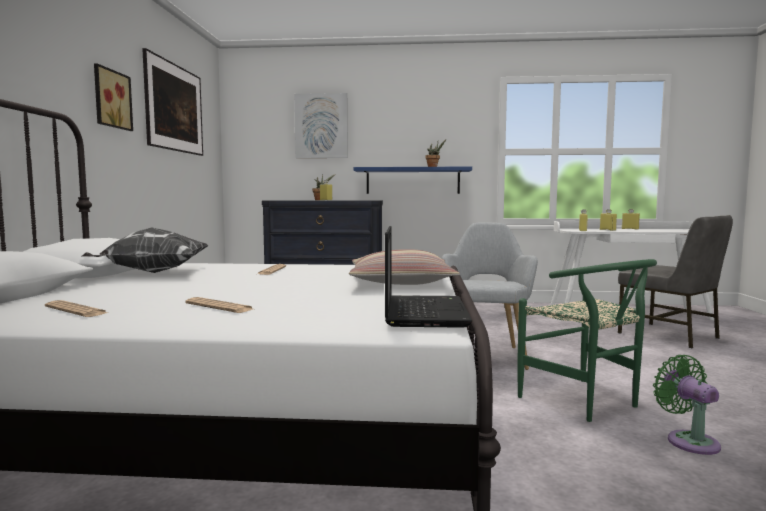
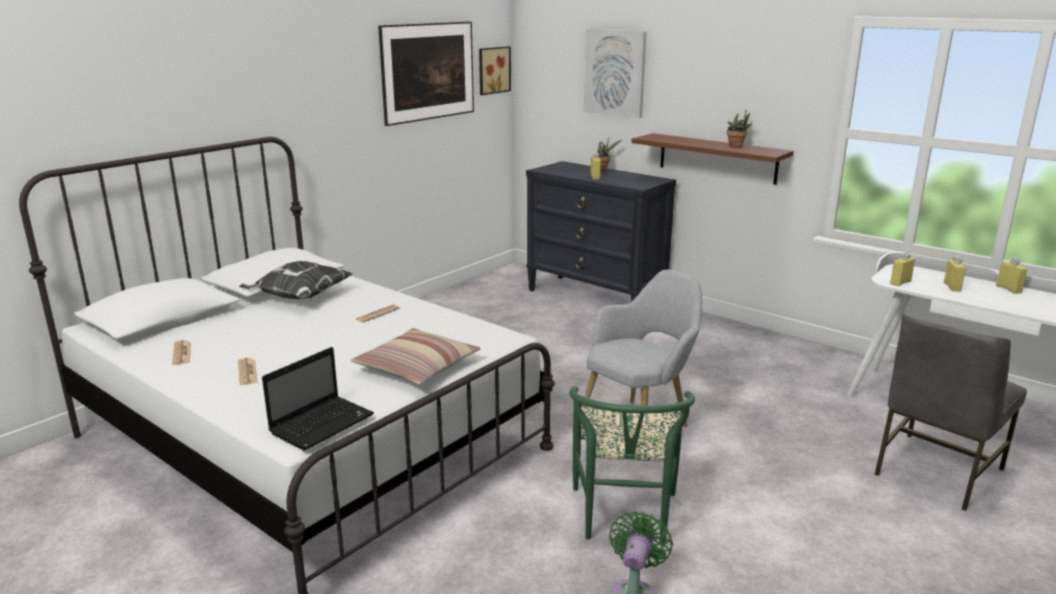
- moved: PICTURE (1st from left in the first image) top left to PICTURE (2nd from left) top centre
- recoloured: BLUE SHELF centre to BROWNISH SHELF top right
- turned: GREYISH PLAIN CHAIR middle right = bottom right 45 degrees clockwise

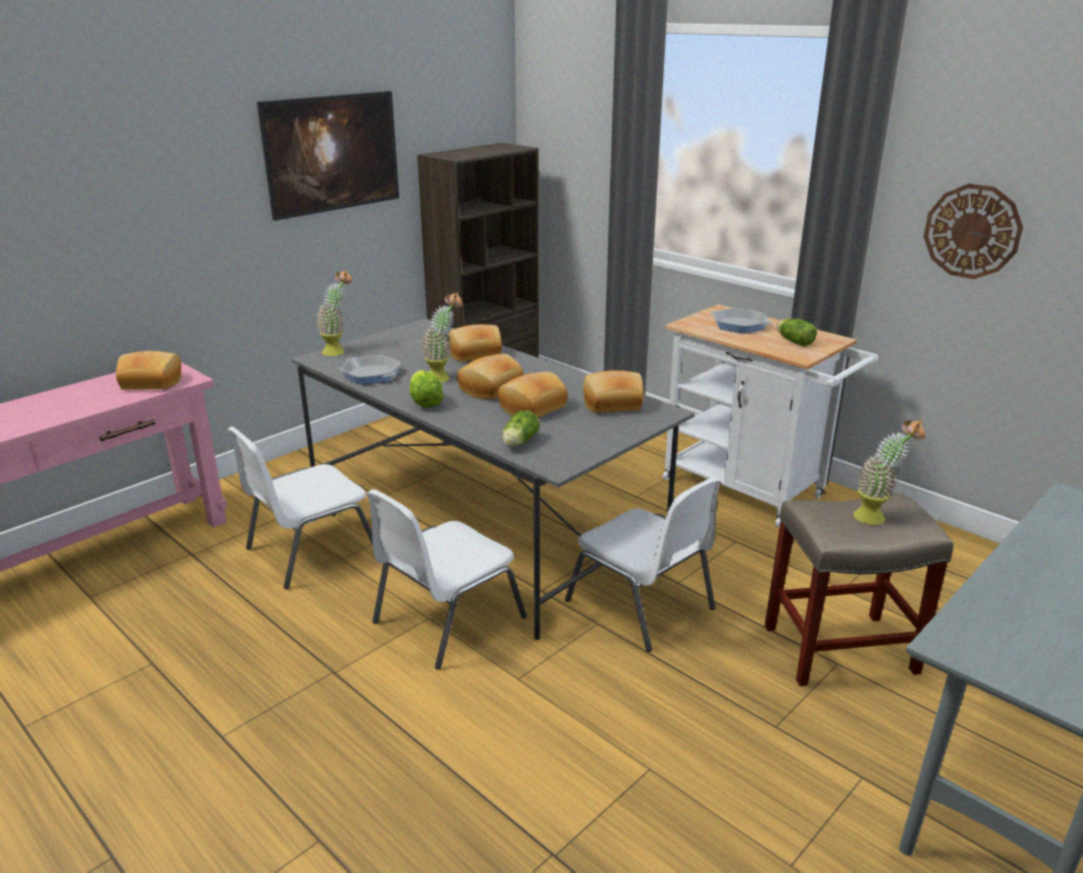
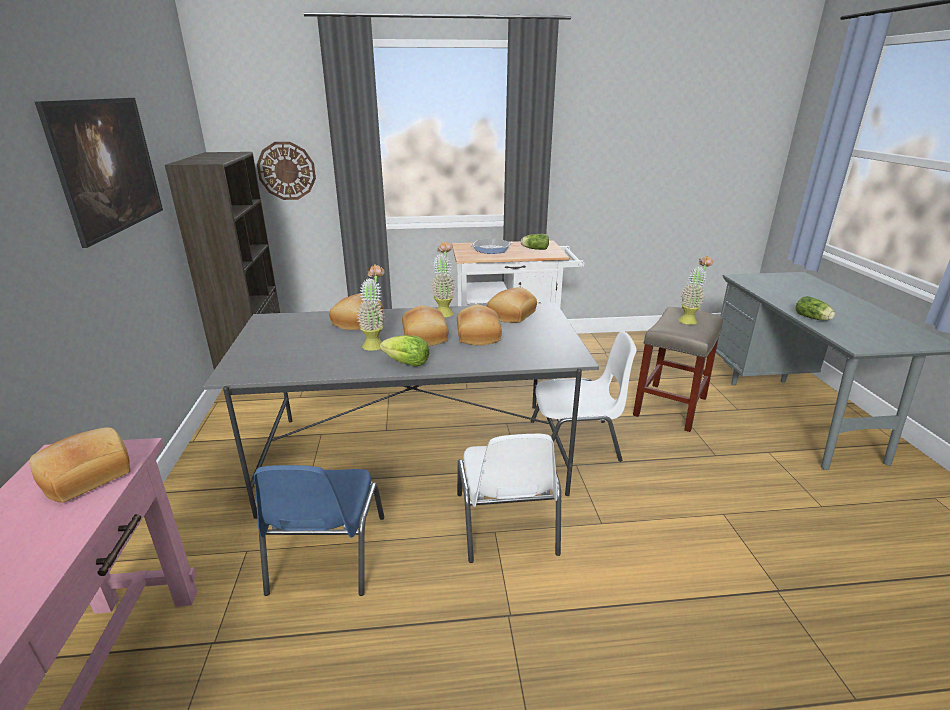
- moved: WALL CLOCK top right to top left
- moved: POTTED PLANT (1st from left in the first image) middle left to POTTED PLANT (2nd from left) centre
- removed: FRYING PAN (1st from left) centre
- moved: LETTUCE (2nd from left in the first image) centre to LETTUCE (3rd from left) middle right
- recoloured: WHITISH PLAIN CHAIR (1st from left) middle left to BLUE PLAIN CHAIR bottom centre

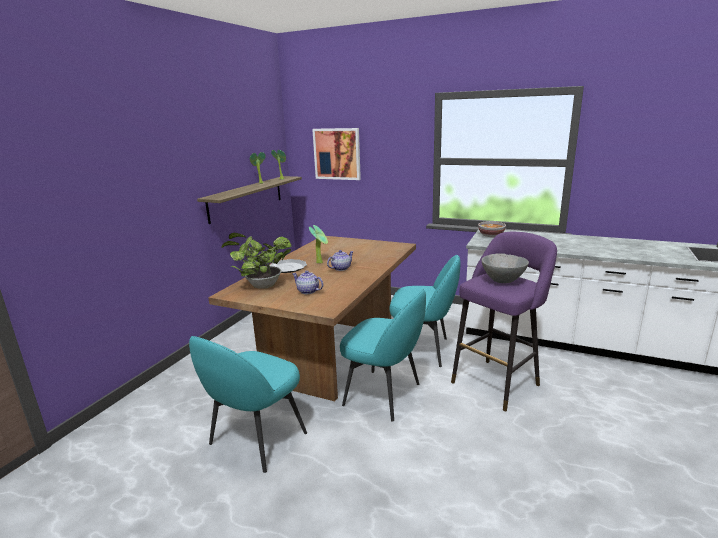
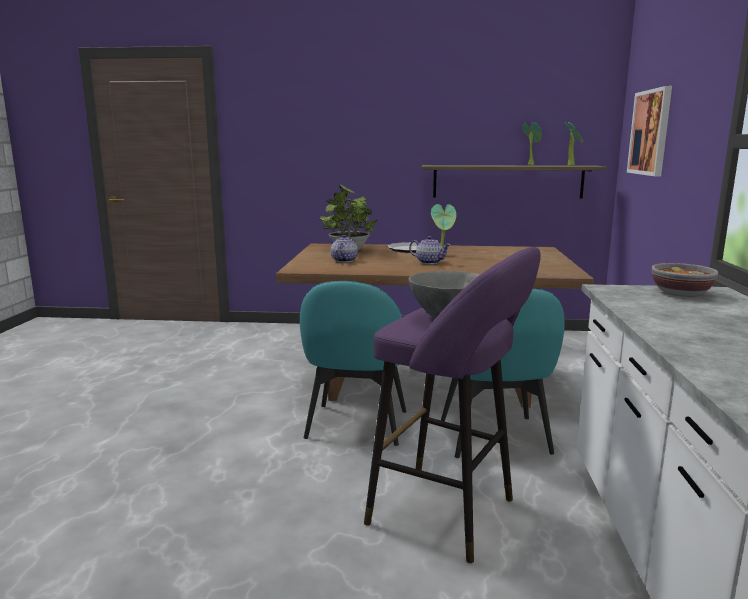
- removed: BLUE-GREEN PLAIN CHAIR (1st from left) bottom centre

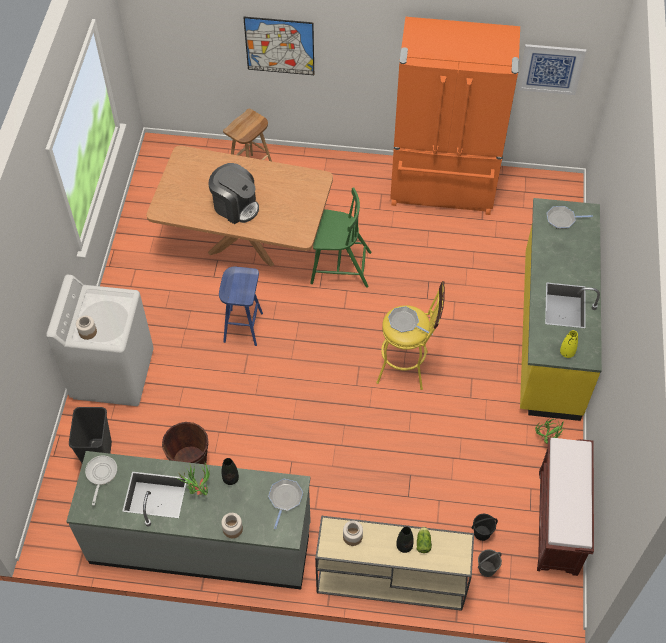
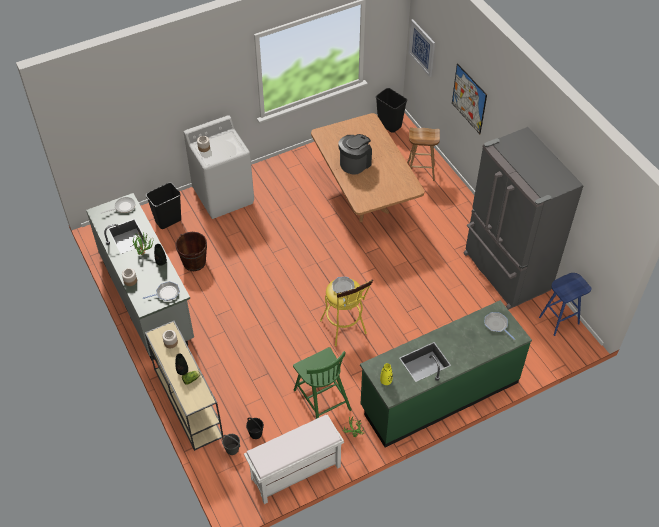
- recoloured: ORANGEY KITCHEN FRIDGE top right to GREYISH KITCHEN FRIDGE middle right
- moved: PICTURE (2nd from left in the first image) top right to PICTURE (1st from left) top centre
- turned: COFFEE BREWER top centre = top centre 135 degrees counterclockwise
- moved: GREEN PLAIN CHAIR centre to bottom centre
- recoloured: YELLOWISH KITCHEN BASE UNIT middle right to GREEN KITCHEN BASE UNIT bottom right
- moved: BLUE STOOL centre to middle right
- recoloured: BROWNISH BENCH bottom right to WHITISH BENCH bottom centre
- added: BLACK WASTE BIN (2nd from left) top centre

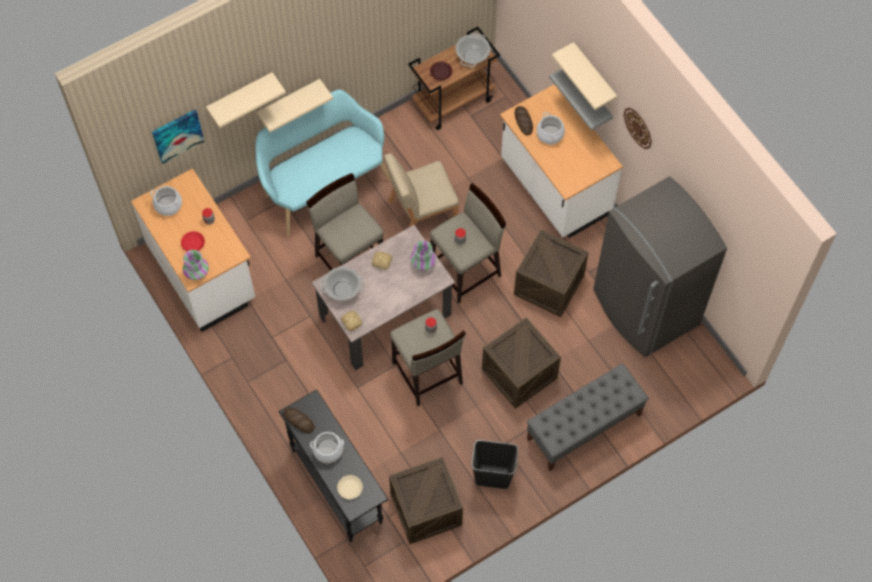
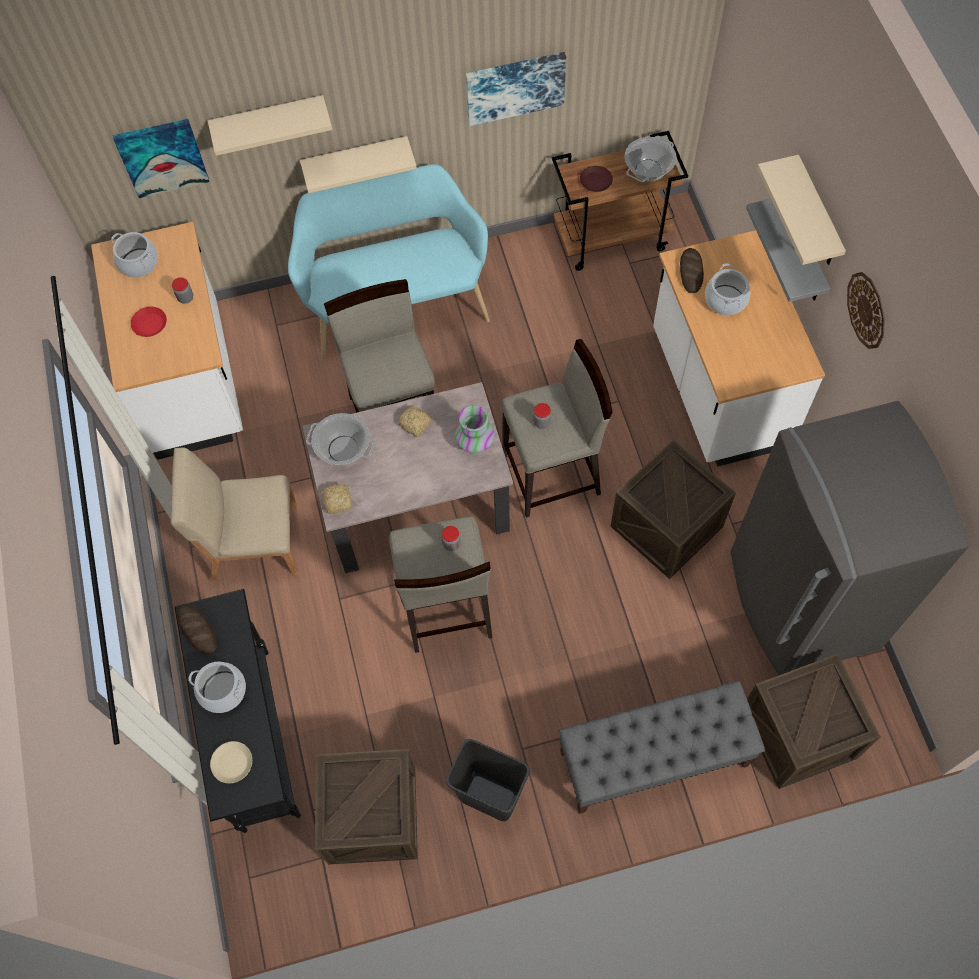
- moved: SAND-COLOURED PLAIN CHAIR top centre to middle left
- removed: FLOWER VASE (1st from left) middle left
- moved: PACKING CRATE (2nd from left in the first image) centre to PACKING CRATE (3rd from left) bottom right
- added: PICTURE (2nd from left) top centre

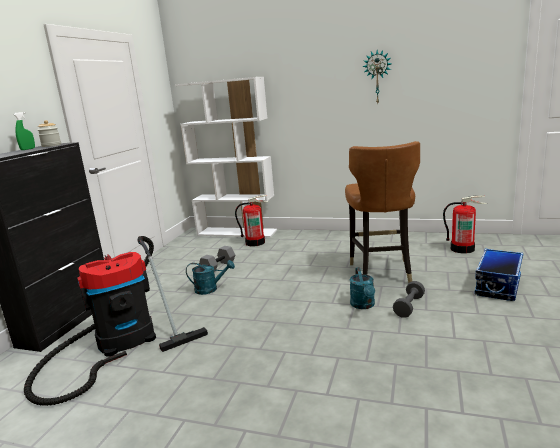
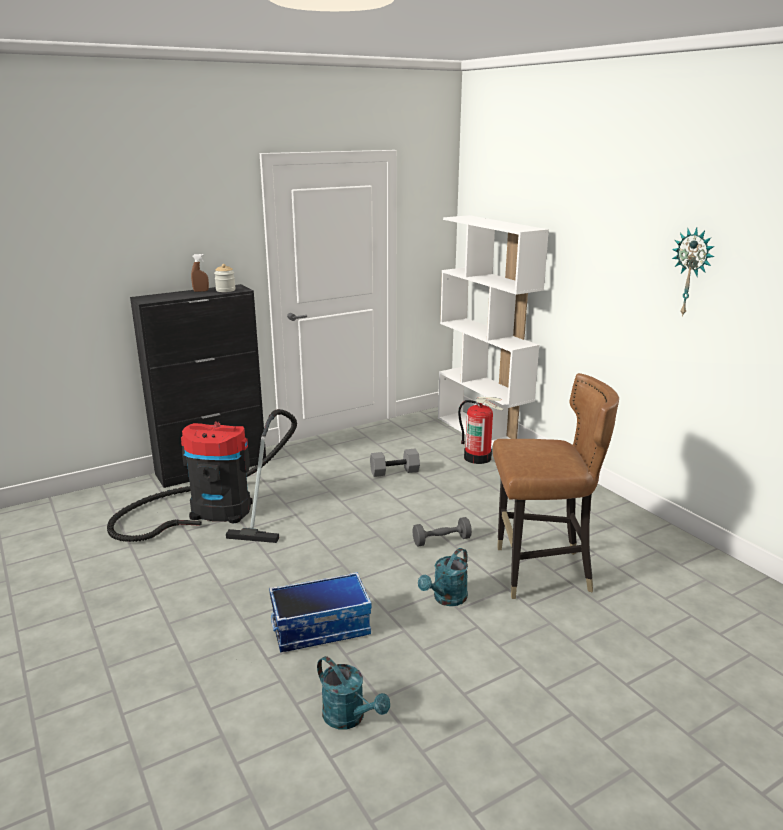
- recoloured: GREEN HAND SPRAYER top left to BROWNISH HAND SPRAYER top left
- turned: BROWNISH PLAIN CHAIR middle right = middle right 135 degrees counterclockwise
- removed: FIRE EXTINGUISHER (2nd from left) middle right
- moved: STORAGE BIN middle right to bottom centre
- moved: BLUE-GREEN SPRINKLING CAN (1st from left) centre to bottom centre
- moved: GREYISH FREE WEIGHT (2nd from left) bottom right to centre

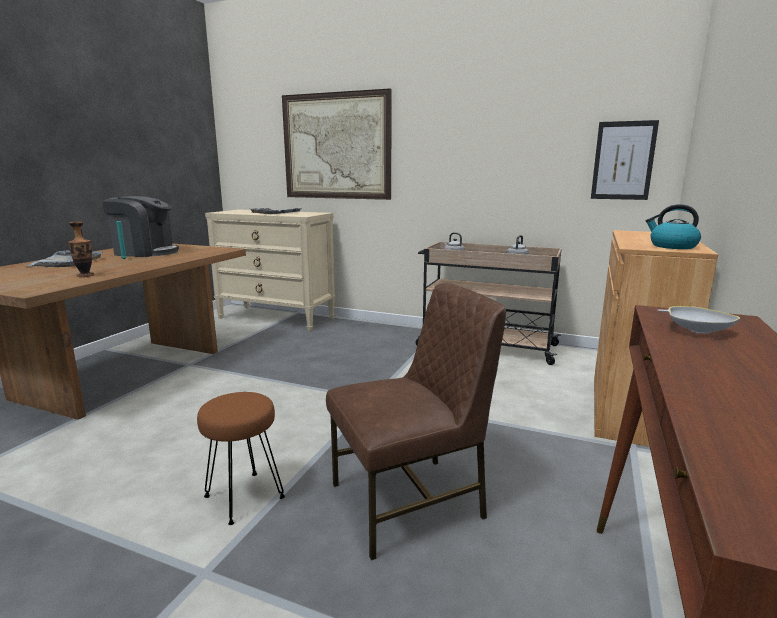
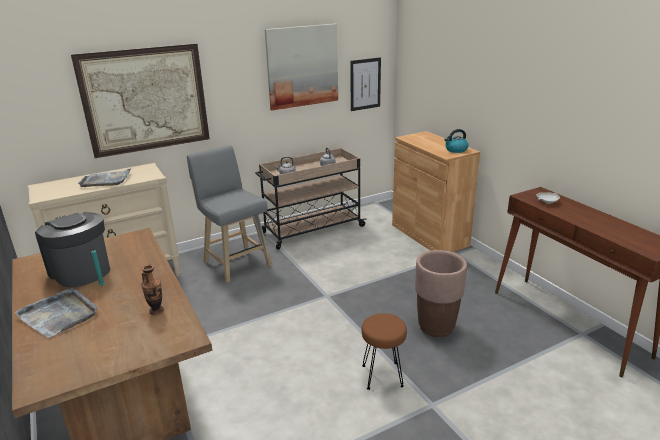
- turned: COFFEE BREWER middle left = middle left 90 degrees counterclockwise
- replaced: BROWNISH PLAIN CHAIR bottom centre to BROWNISH PLANTER middle right
- added: PICTURE (2nd from left) top centre
- added: GREYISH STOOL centre

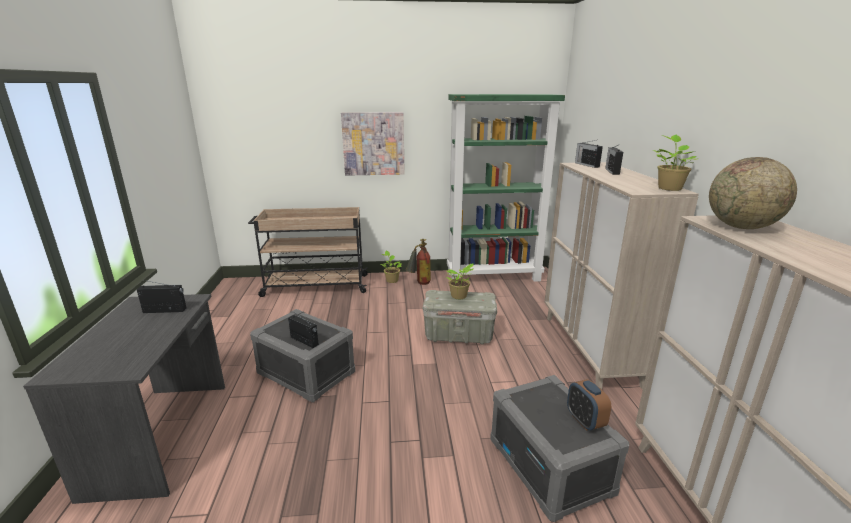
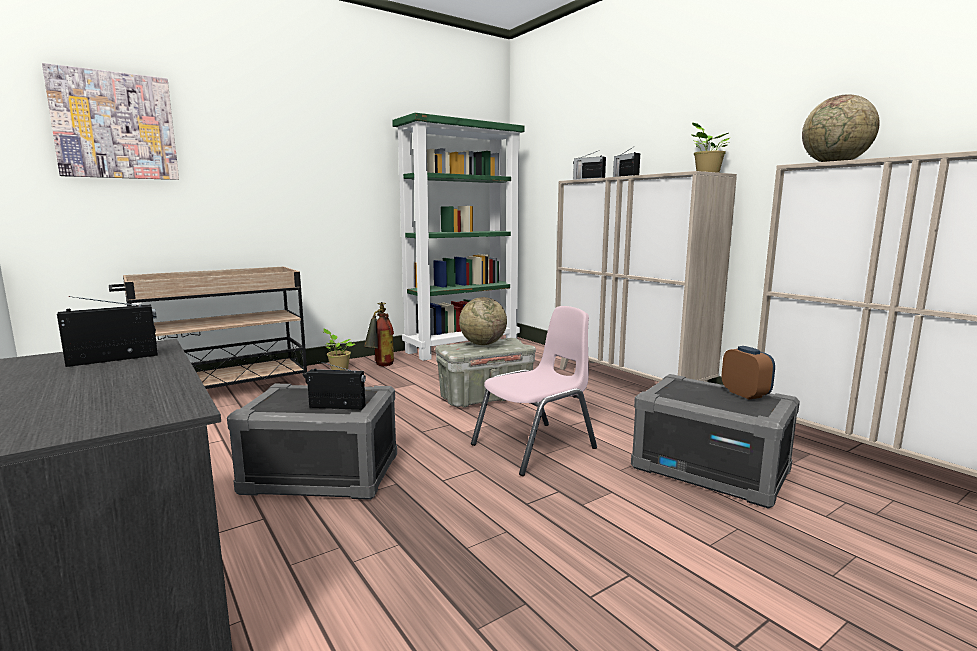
- moved: PICTURE top centre to top left
- replaced: POTTED PLANT (2nd from left) centre to DESK GLOBE (1st from left) centre
- turned: ALARM CLOCK bottom right = middle right 150 degrees counterclockwise
- added: PINK PLAIN CHAIR centre

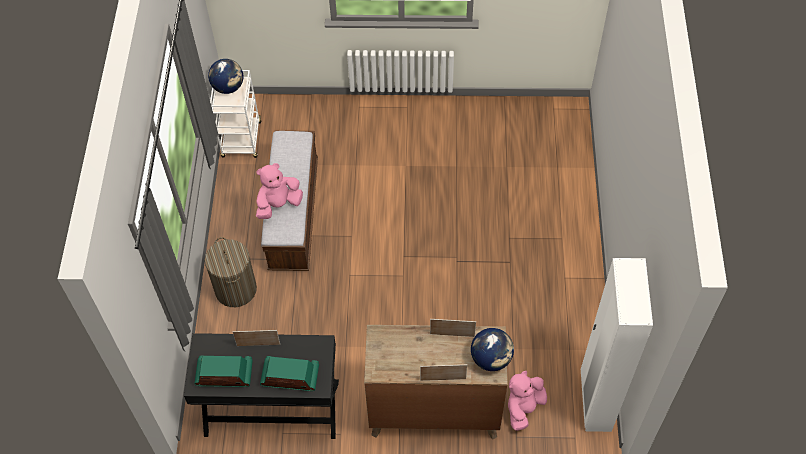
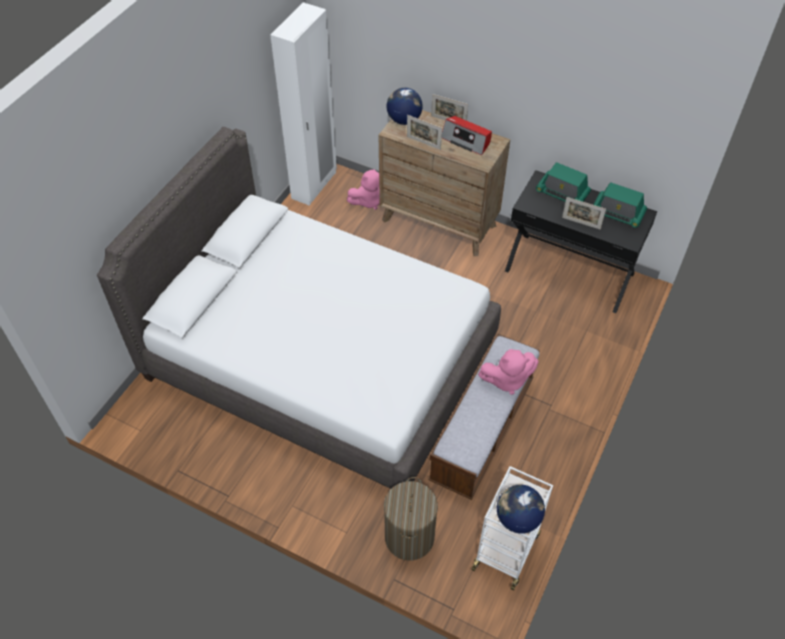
- moved: LAUNDRY BASKET middle left to bottom centre
- added: RADIO (1st from left) top centre
- added: WHITISH SLEEPING BED centre

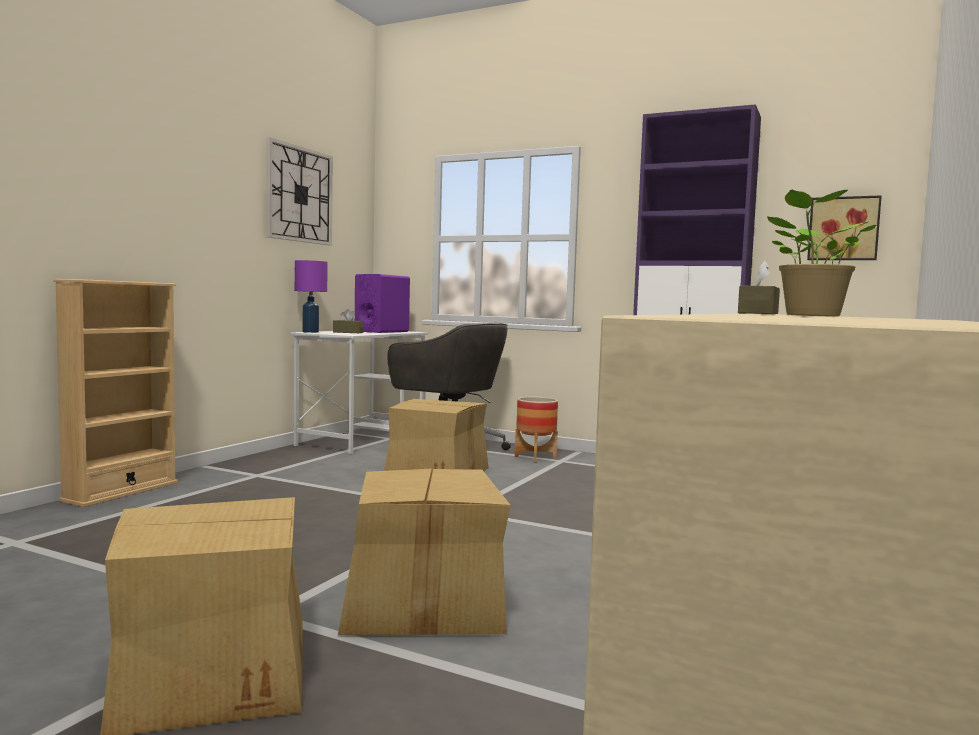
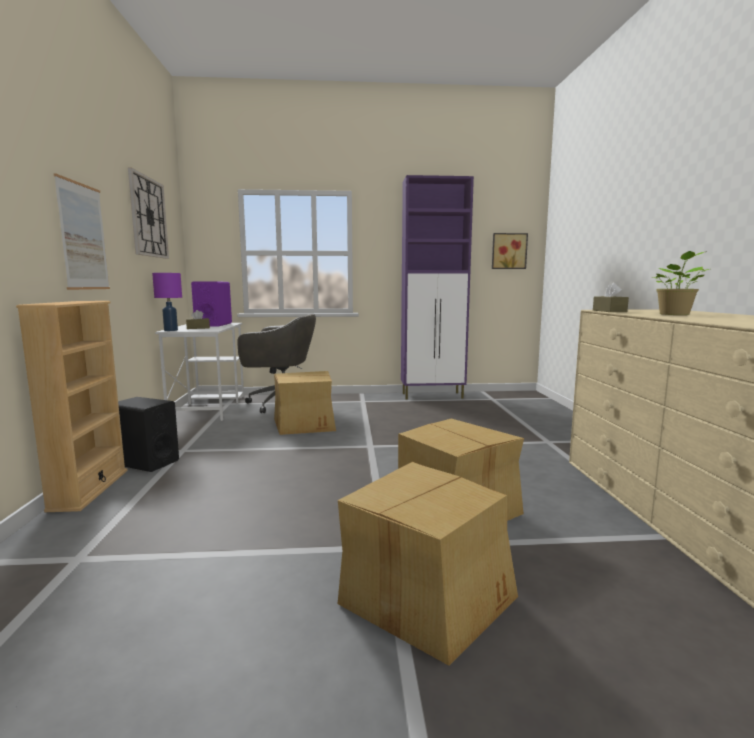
- removed: PLANTER centre
- added: PICTURE (1st from left) top left
- added: BLACK LOUDSPEAKER middle left

